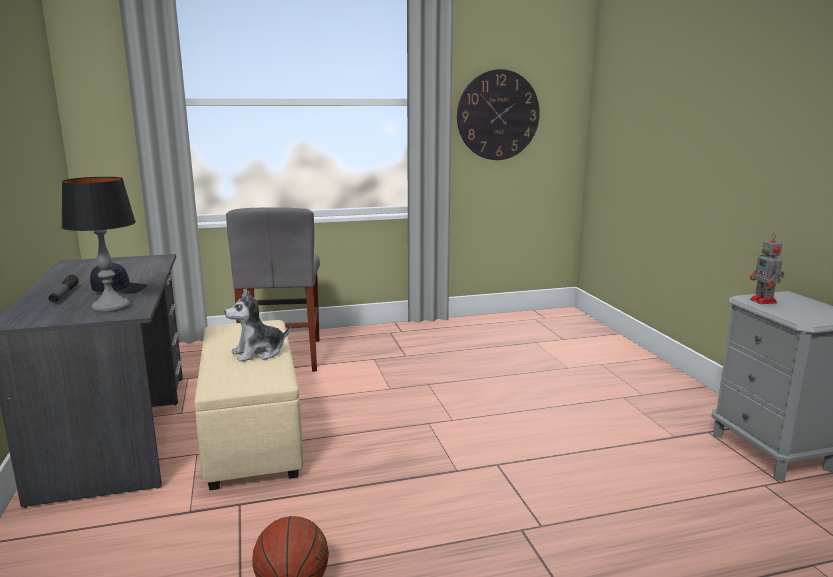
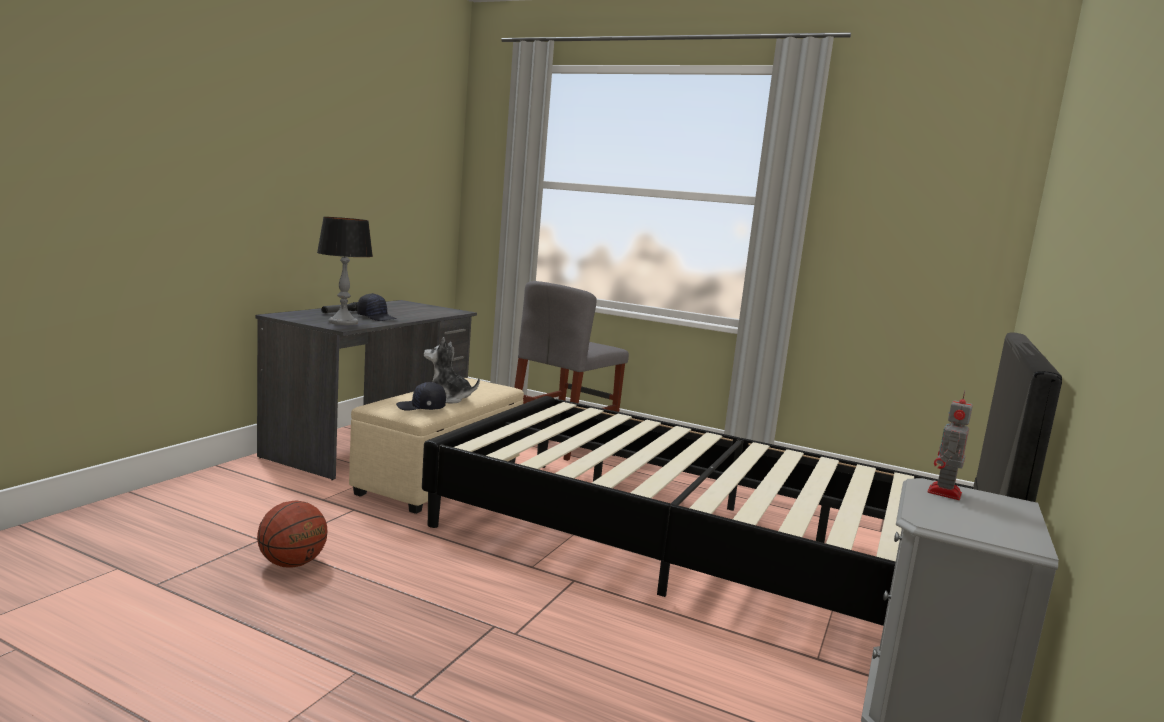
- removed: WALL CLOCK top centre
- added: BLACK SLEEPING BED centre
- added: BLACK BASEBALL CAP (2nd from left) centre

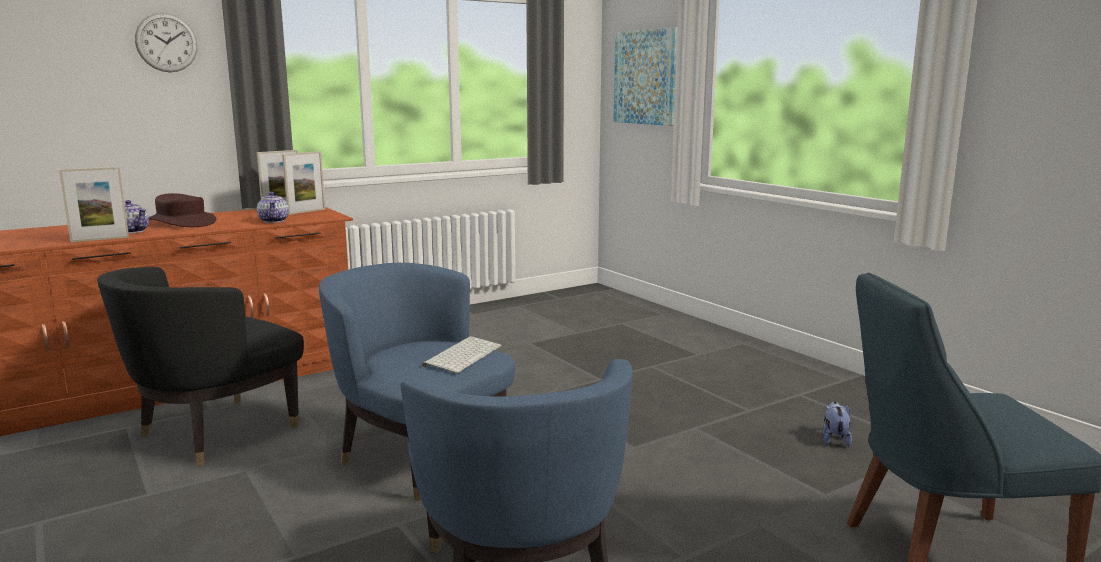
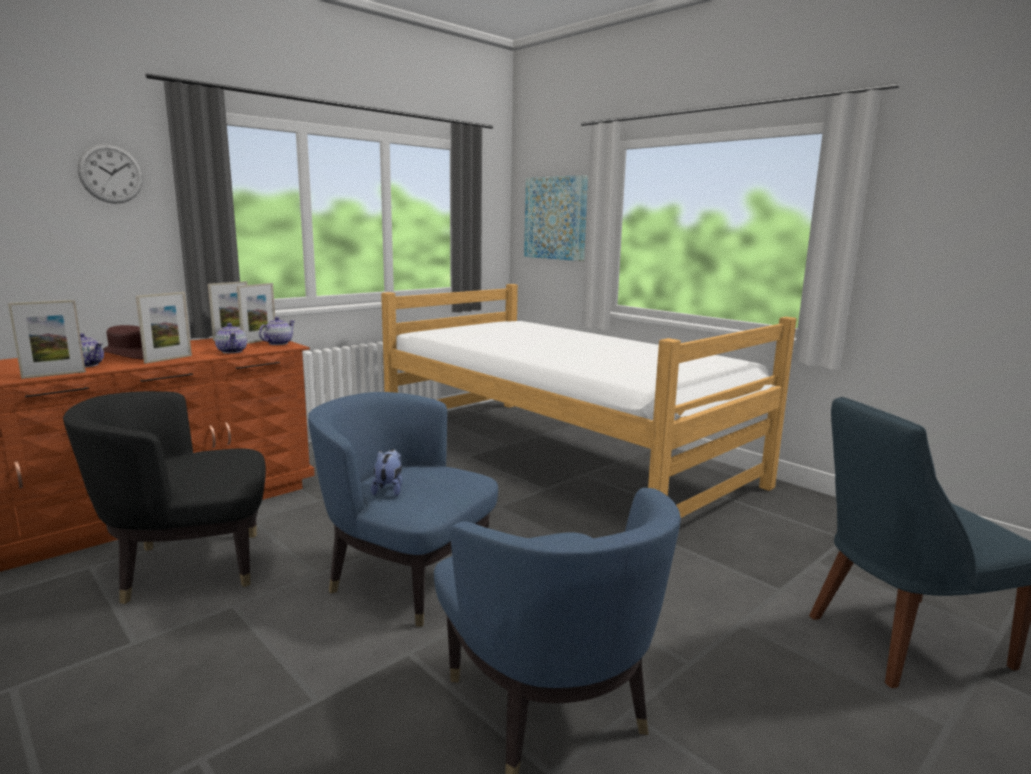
- turned: BLACK EASY CHAIR middle left = middle left 45 degrees clockwise
- removed: KEYBOARD centre
- moved: CUDDLY TOY bottom right to centre
- added: SLEEPING BED centre
- added: PHOTO FRAME (2nd from left) middle left
- added: POT FOR TEA (3rd from left) middle left

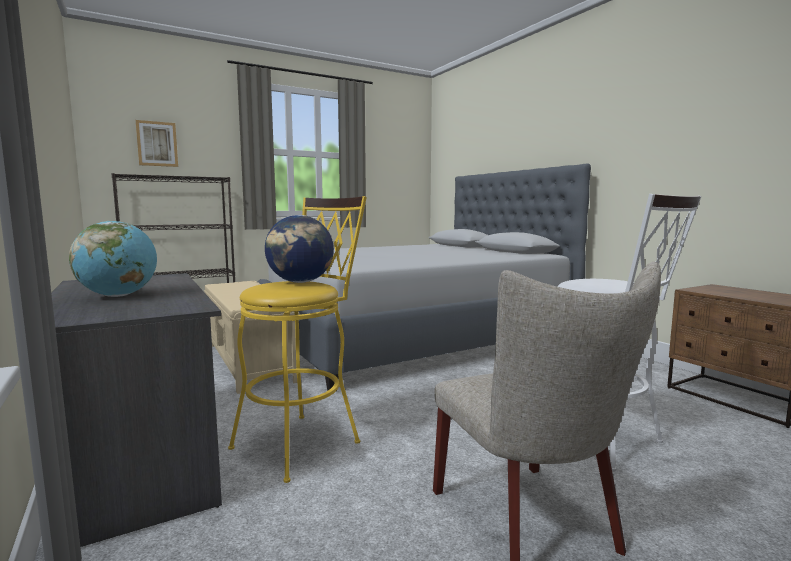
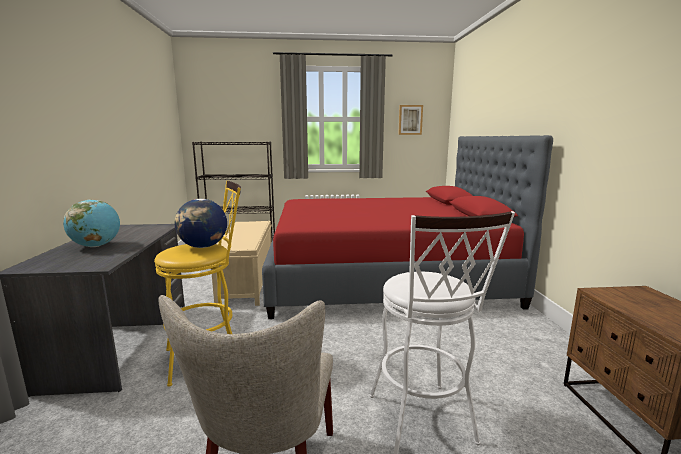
- moved: PICTURE top left to top centre
- recoloured: GREYISH SLEEPING BED centre to RED SLEEPING BED centre

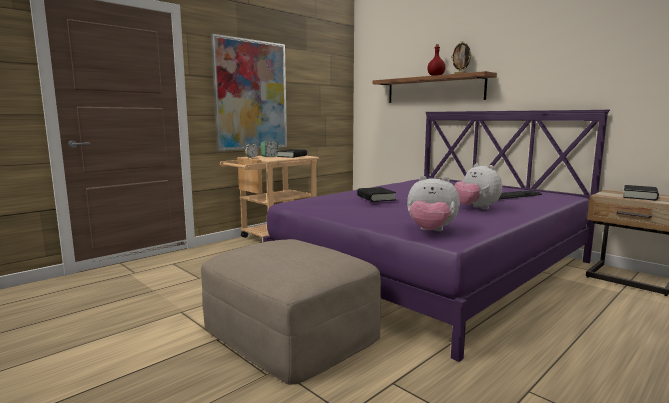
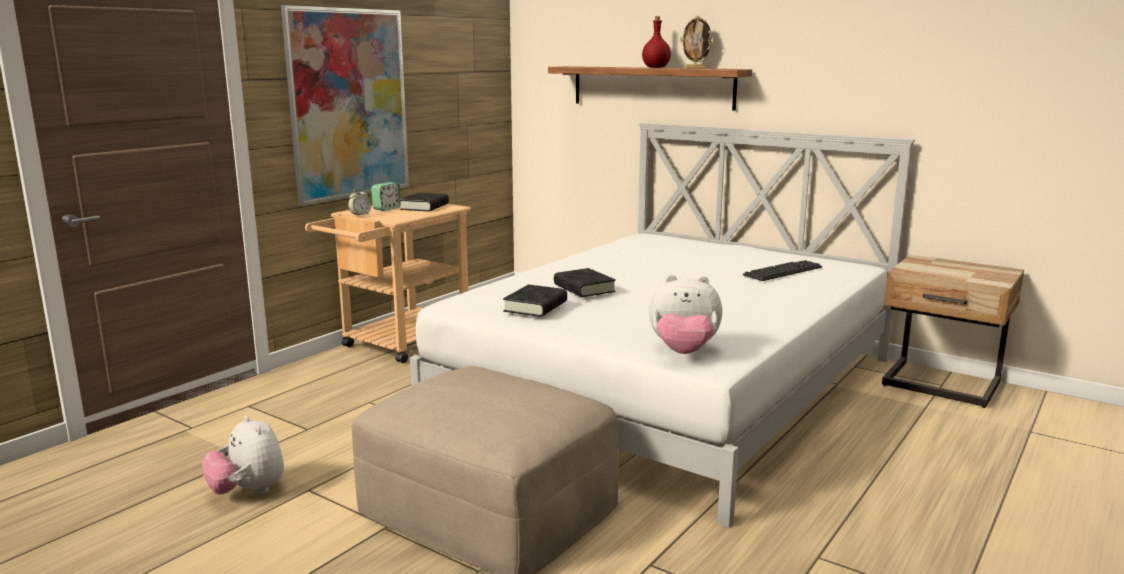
- recoloured: PURPLE-COLOURED SLEEPING BED centre to WHITISH SLEEPING BED centre
- moved: CUDDLY TOY (2nd from left in the first image) middle right to CUDDLY TOY (1st from left) bottom left
- moved: BLACK VOLUME (3rd from left in the first image) middle right to BLACK VOLUME (2nd from left) centre

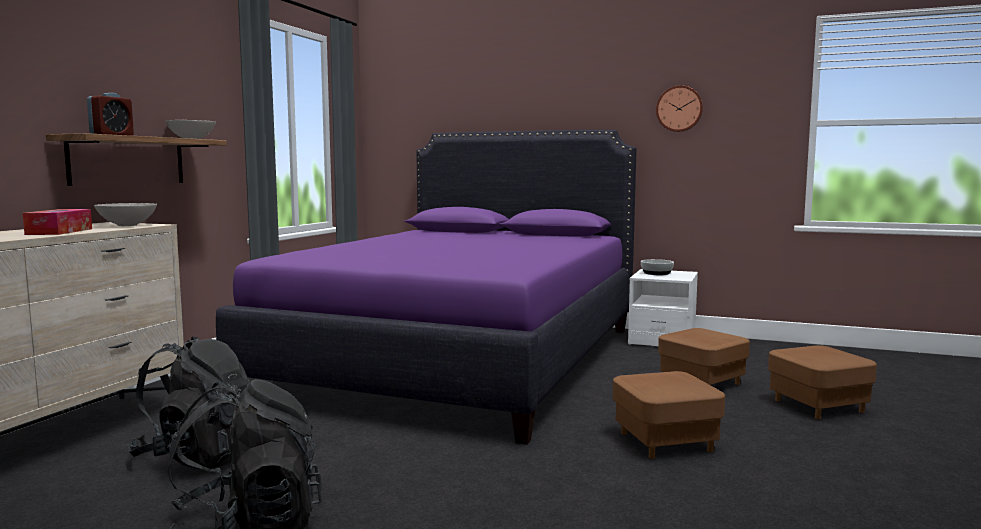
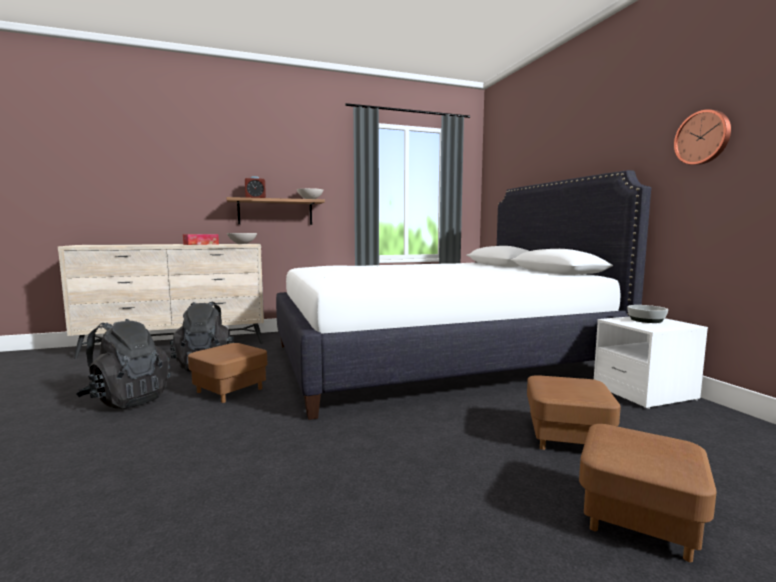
- recoloured: PURPLE-COLOURED SLEEPING BED centre to WHITISH SLEEPING BED centre
- moved: BROWNISH OTTOMAN (1st from left) bottom right to middle left

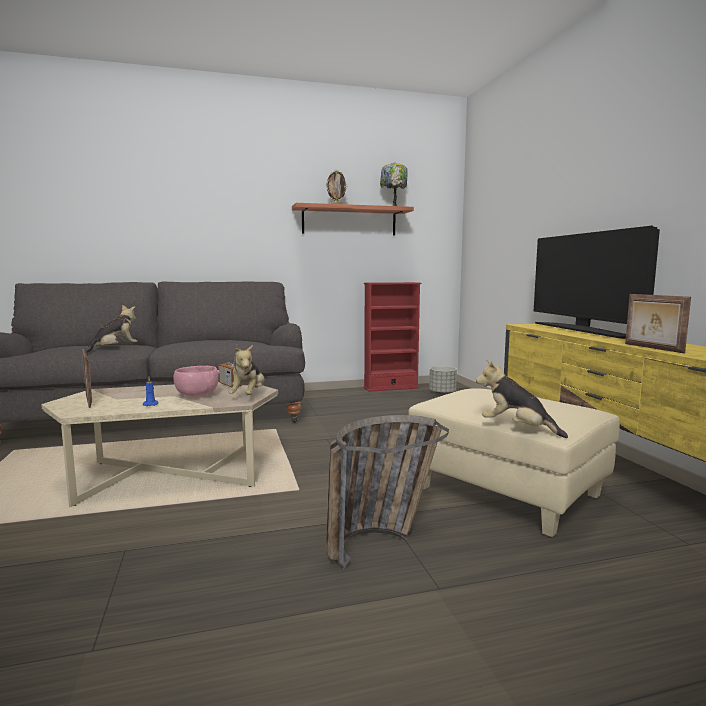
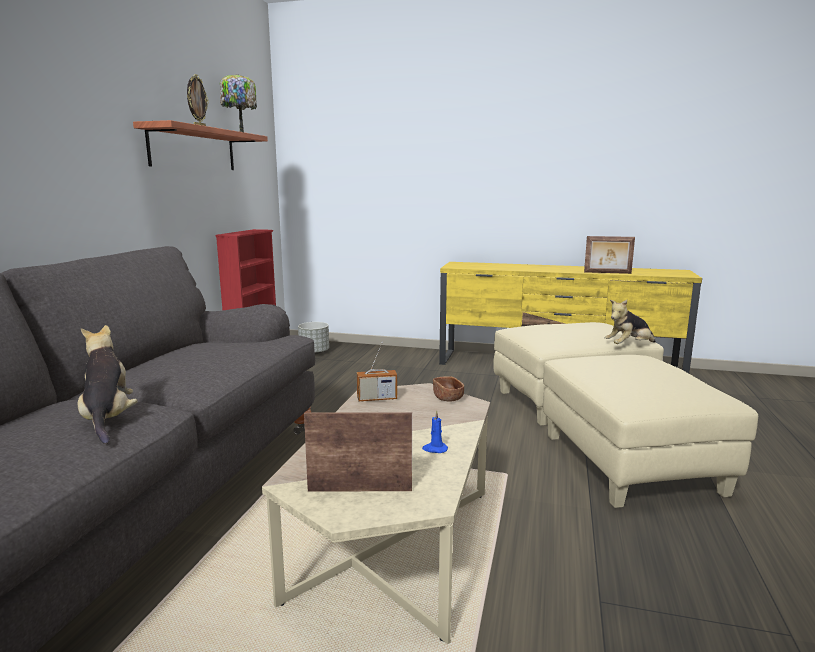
- removed: TELEVISION middle right
- replaced: CUDDLY TOY (2nd from left) centre to BROWNISH SERVING BOWL centre
- removed: PINK SERVING BOWL middle left
- replaced: STORAGE BASKET bottom centre to SAND-COLOURED OTTOMAN (2nd from left) middle right

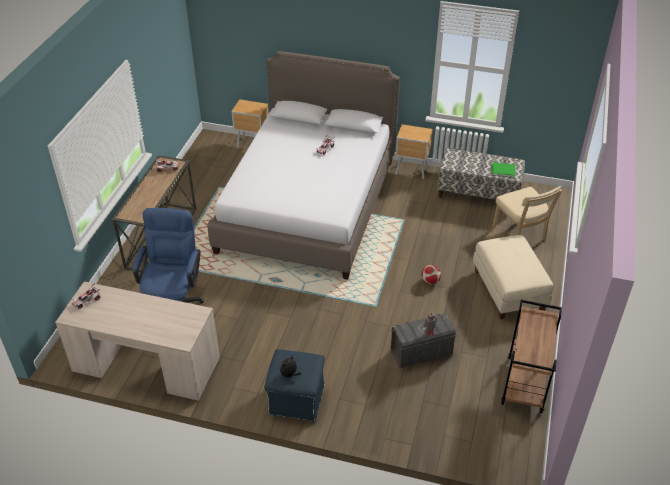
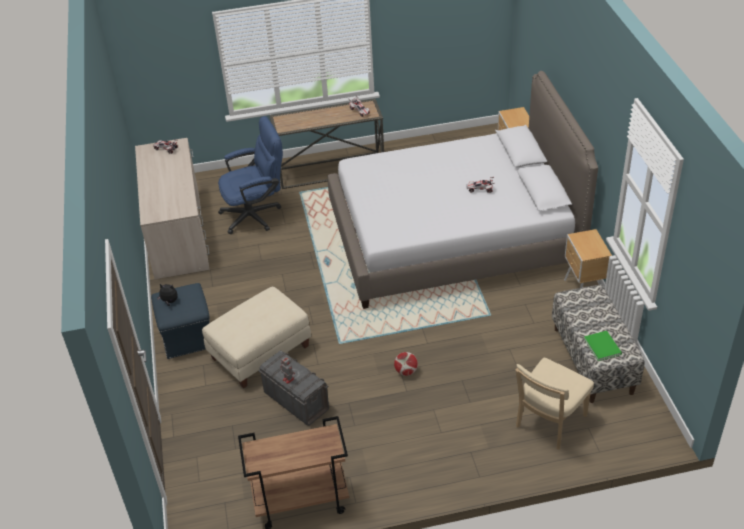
- moved: SAND-COLOURED OTTOMAN middle right to centre

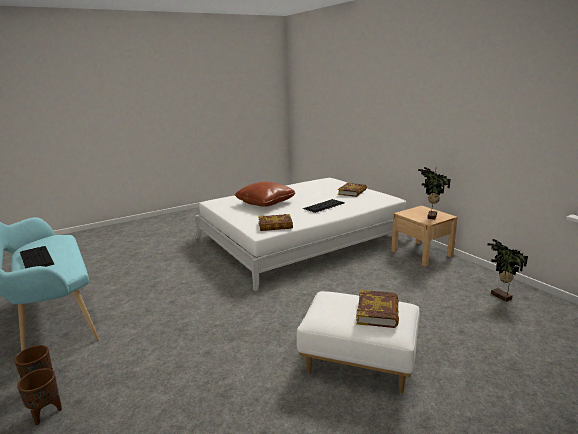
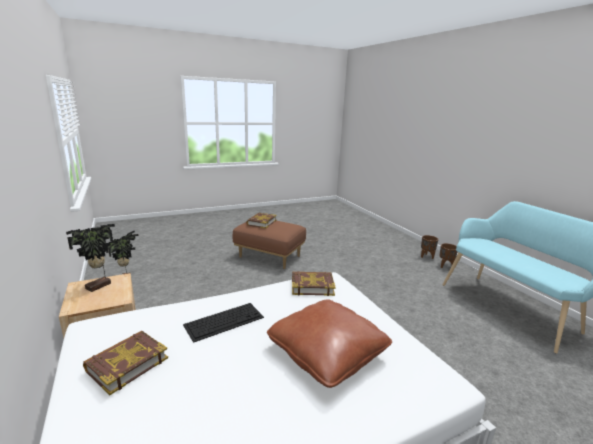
- removed: KEYBOARD (1st from left) middle left
- recoloured: WHITISH OTTOMAN bottom centre to BROWNISH OTTOMAN centre

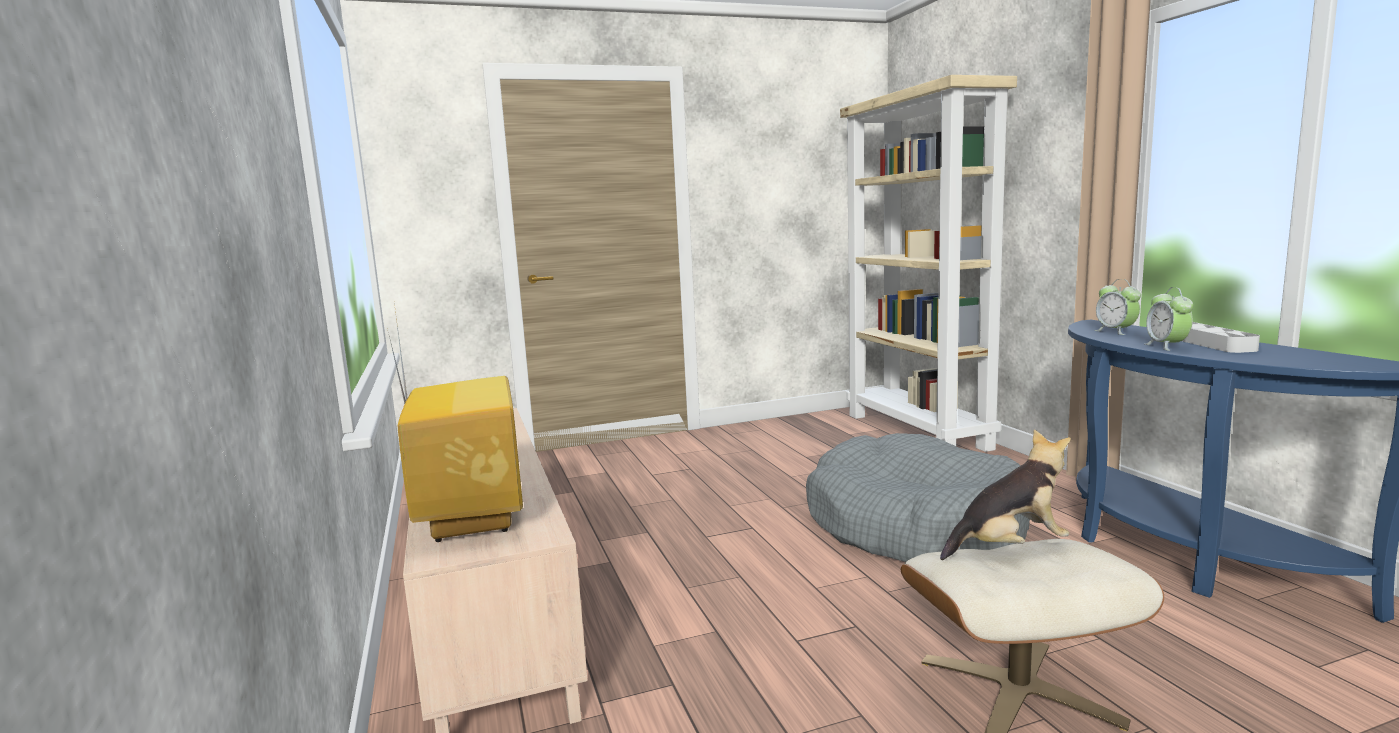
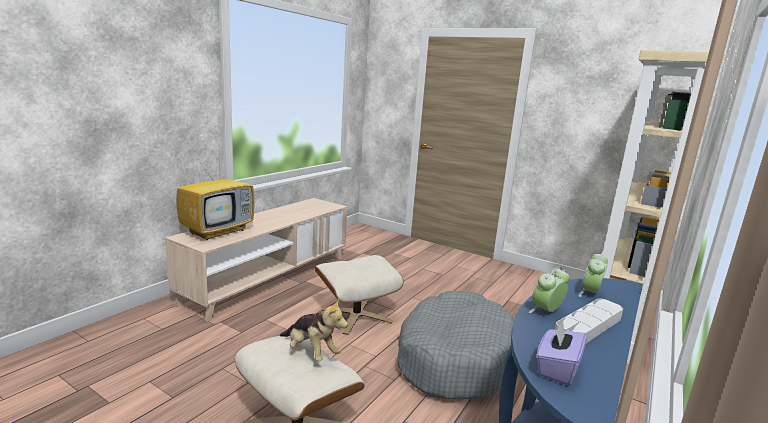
- added: SAND-COLOURED OTTOMAN (2nd from left) bottom centre
- added: PURPLE-COLOURED TISSUE HOLDER bottom right

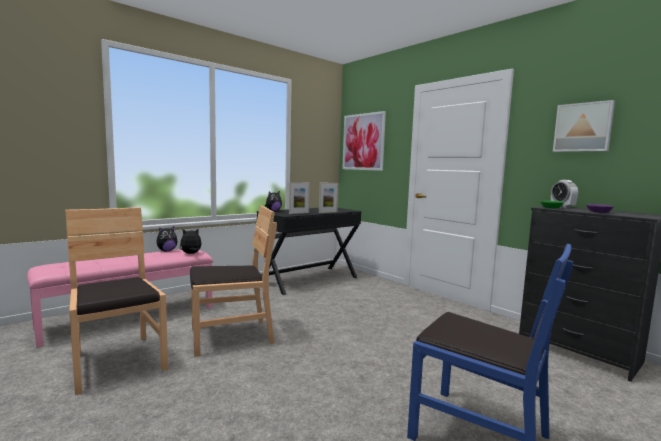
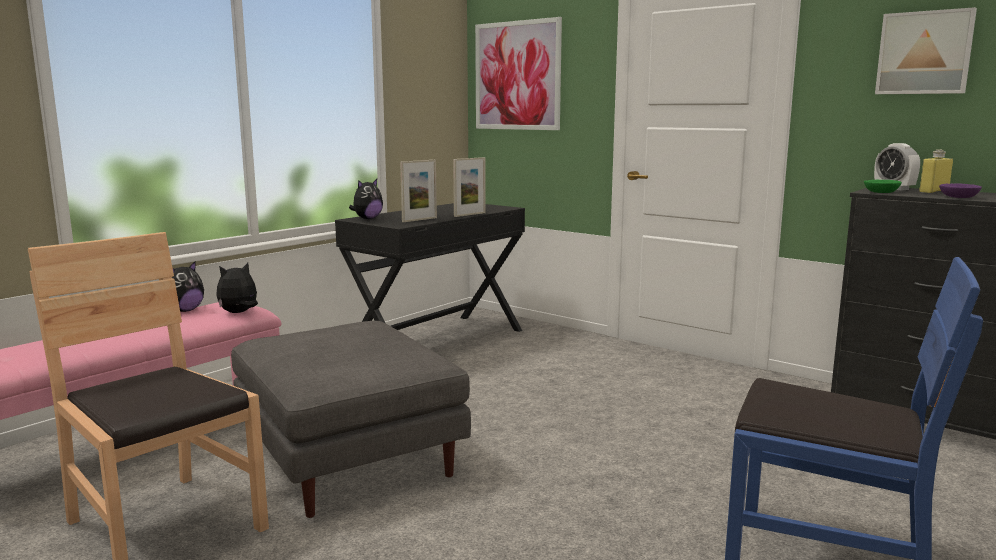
- replaced: BROWNISH PLAIN CHAIR (2nd from left) centre to GREYISH OTTOMAN bottom centre
- added: YELLOWISH BOTTLE top right

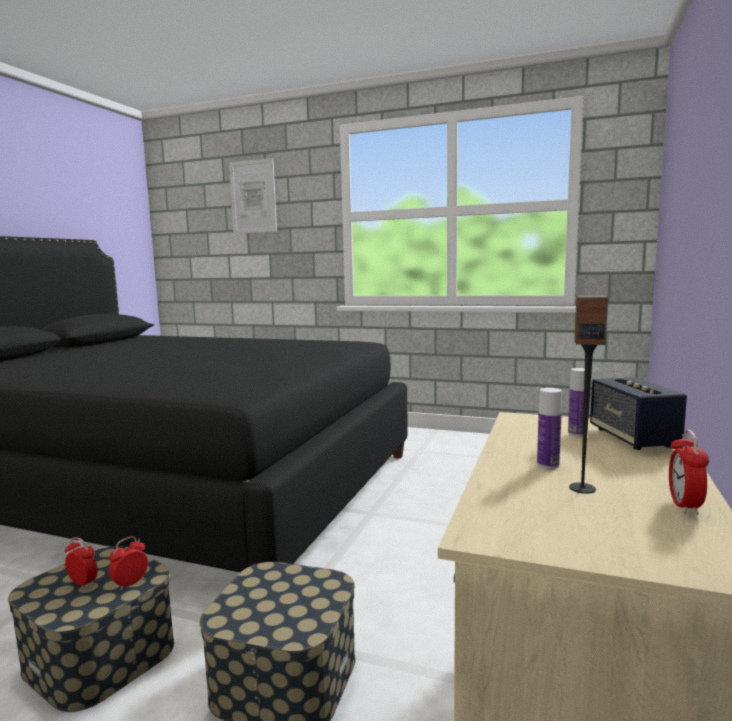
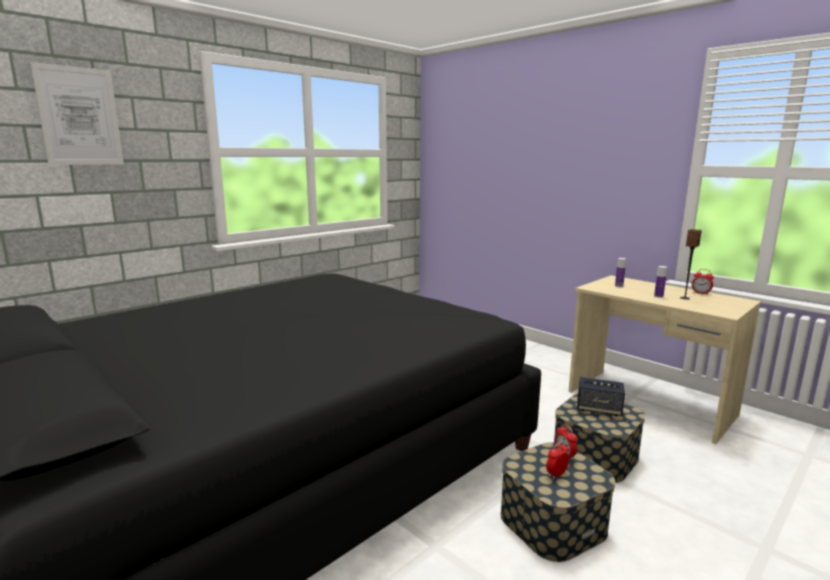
- moved: LOUDSPEAKER (2nd from left in the first image) middle right to LOUDSPEAKER (1st from left) bottom right

